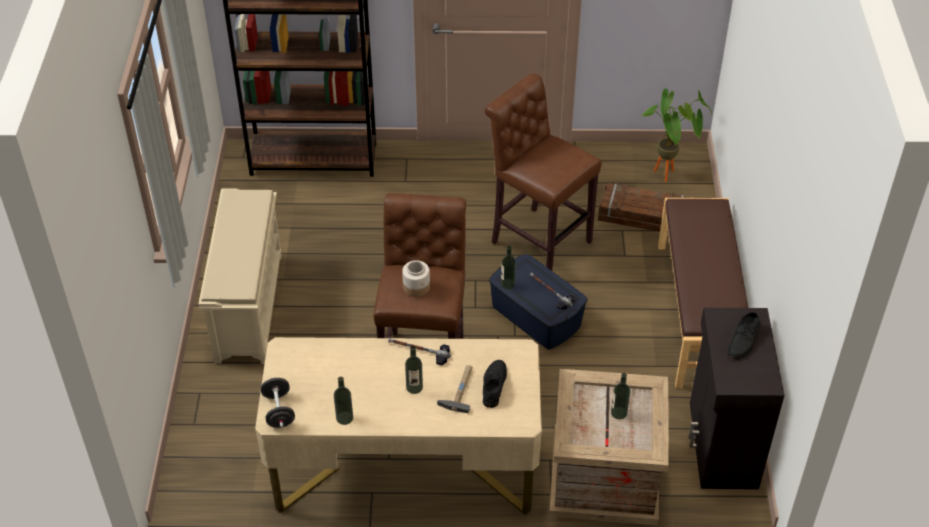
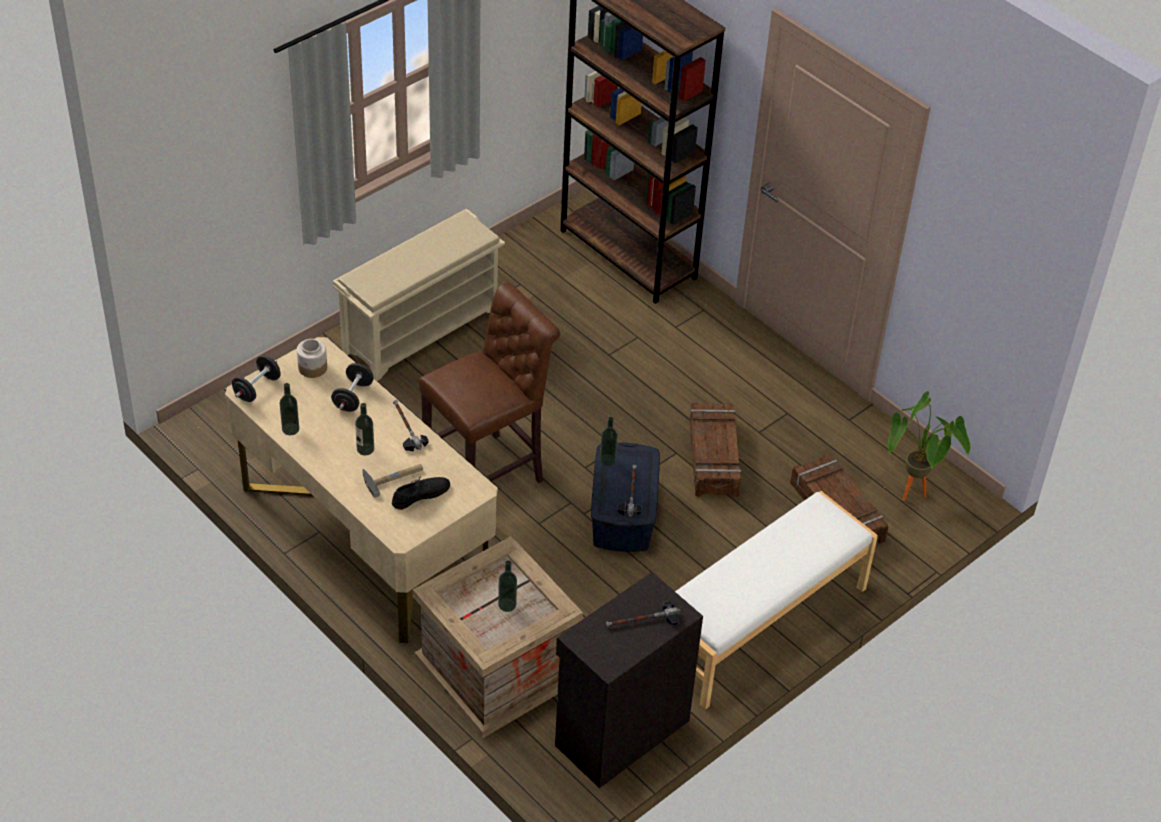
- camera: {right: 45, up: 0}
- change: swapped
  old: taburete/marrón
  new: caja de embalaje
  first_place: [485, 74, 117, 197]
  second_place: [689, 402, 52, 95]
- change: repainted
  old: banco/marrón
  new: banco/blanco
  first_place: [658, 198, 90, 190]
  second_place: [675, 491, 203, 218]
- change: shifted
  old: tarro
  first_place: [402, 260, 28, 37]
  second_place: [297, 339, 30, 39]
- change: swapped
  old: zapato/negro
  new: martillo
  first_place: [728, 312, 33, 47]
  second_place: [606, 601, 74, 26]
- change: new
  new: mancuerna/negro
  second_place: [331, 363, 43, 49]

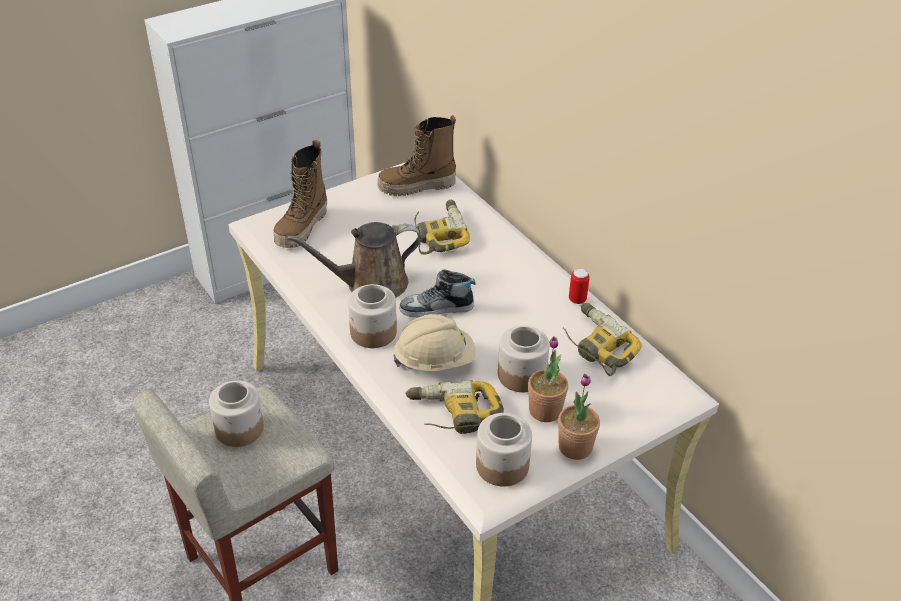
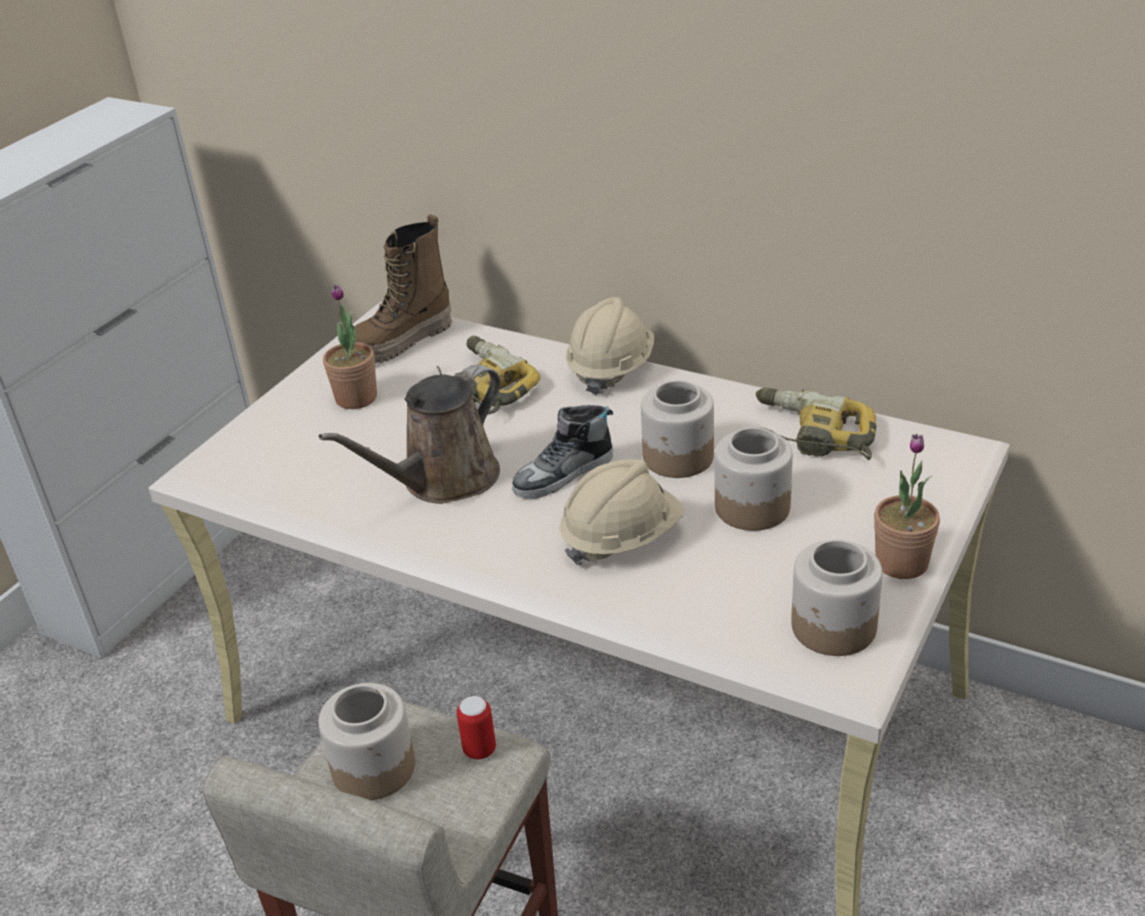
- camera: {right: -25, up: -5}
- change: gone
  old: bota
  first_place: [273, 140, 54, 108]
- change: shifted
  old: lata
  first_place: [569, 269, 21, 35]
  second_place: [457, 696, 39, 64]
- change: shifted
  old: tarro
  first_place: [348, 284, 49, 64]
  second_place: [641, 380, 73, 98]
- change: shifted
  old: planta en maceta
  first_place: [528, 336, 40, 86]
  second_place: [323, 285, 54, 124]
- change: gone
  old: taladro
  first_place: [405, 380, 99, 54]
- change: new
  new: casco/beis
  second_place: [566, 297, 88, 98]

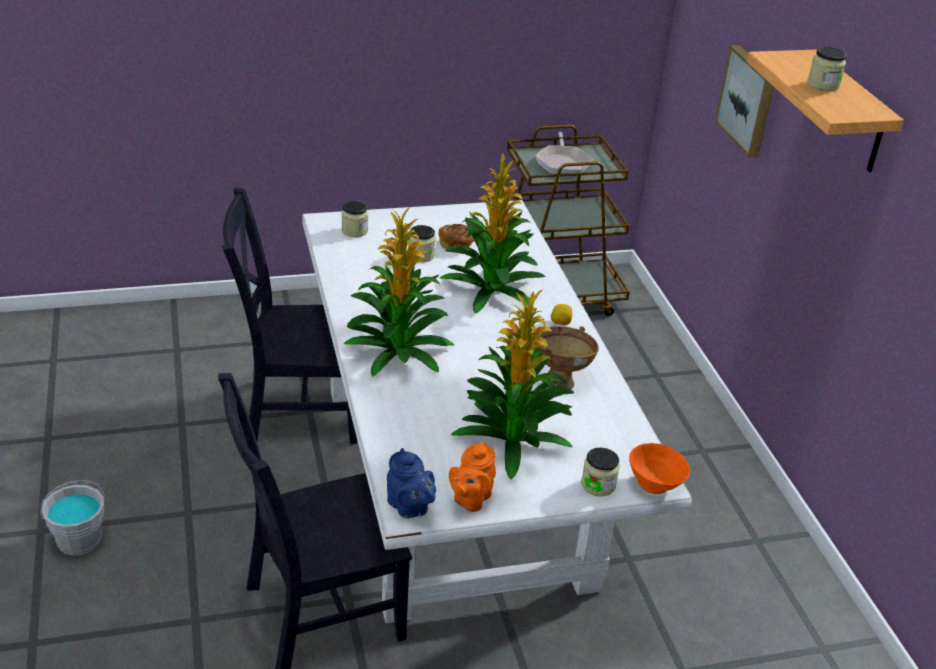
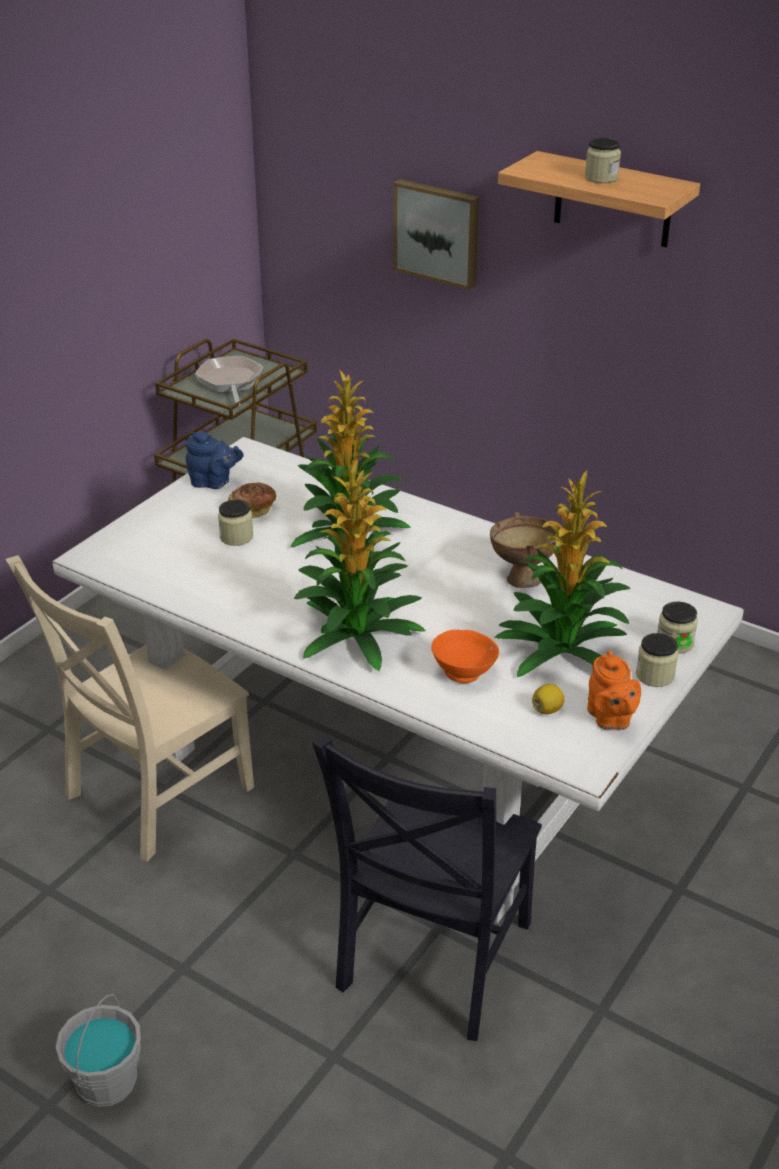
- camera: {right: -40, up: 0}
- change: rotated
  old: sartén
  first_place: [536, 132, 57, 42]
  second_place: [195, 356, 68, 50]
  degrees: -150
- change: repainted
  old: silla/negro
  new: silla/beis
  first_place: [222, 187, 135, 257]
  second_place: [5, 555, 249, 307]
- change: shifted
  old: tarro
  first_place: [342, 201, 26, 36]
  second_place: [636, 633, 42, 54]
- change: shifted
  old: limón
  first_place: [551, 304, 21, 21]
  second_place: [532, 684, 33, 30]
- change: shifted
  old: cuenco/naranja
  first_place: [629, 443, 61, 51]
  second_place: [431, 630, 68, 53]
- change: shifted
  old: tetera/azul
  first_place: [387, 448, 49, 71]
  second_place: [186, 432, 58, 57]

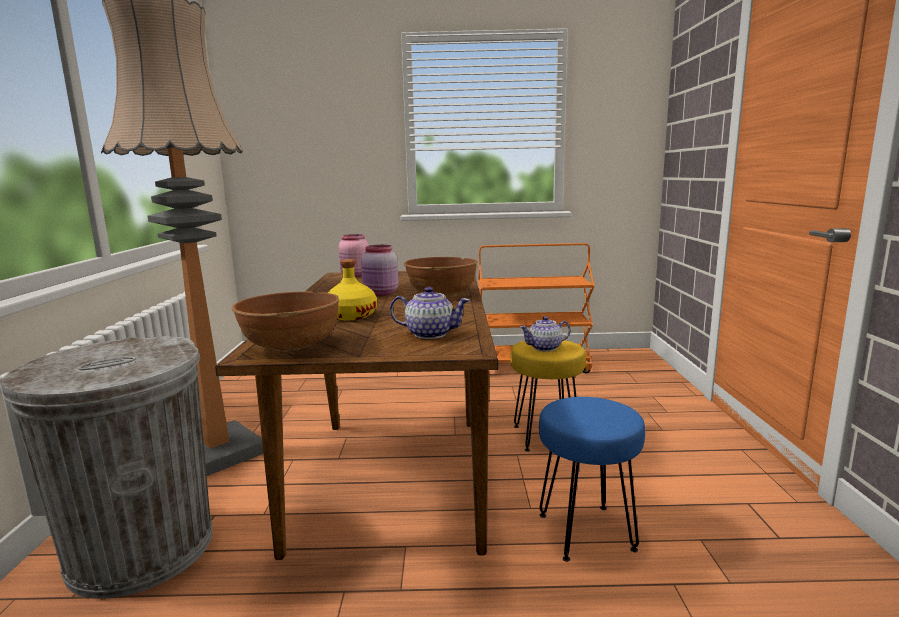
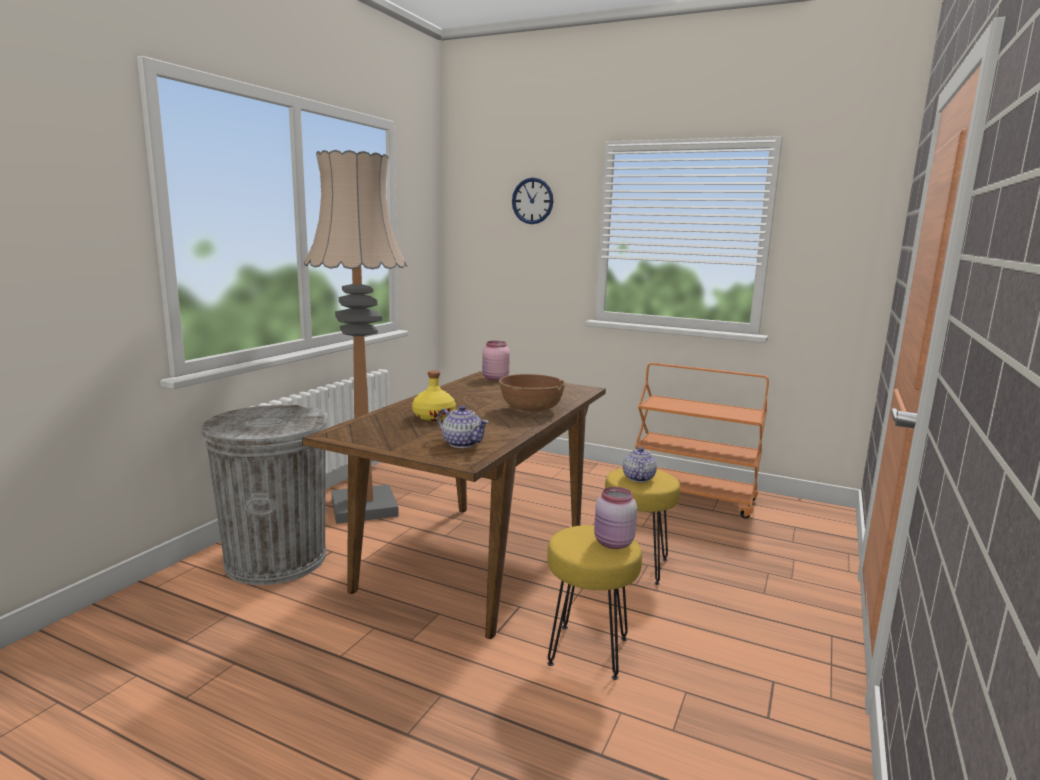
- camera: {right: 25, up: 0}
- change: shifted
  old: tarro/rosa
  first_place: [361, 245, 37, 51]
  second_place: [594, 487, 43, 62]
- change: gone
  old: cuenco/marrón
  first_place: [232, 291, 107, 63]
- change: rotated
  old: tetera
  first_place: [520, 316, 51, 36]
  second_place: [623, 447, 34, 35]
  degrees: 90
- change: repainted
  old: taburete/azul
  new: taburete/amarillo
  first_place: [539, 397, 106, 165]
  second_place: [547, 525, 95, 155]
- change: new
  new: reloj de pared
  second_place: [512, 178, 42, 46]

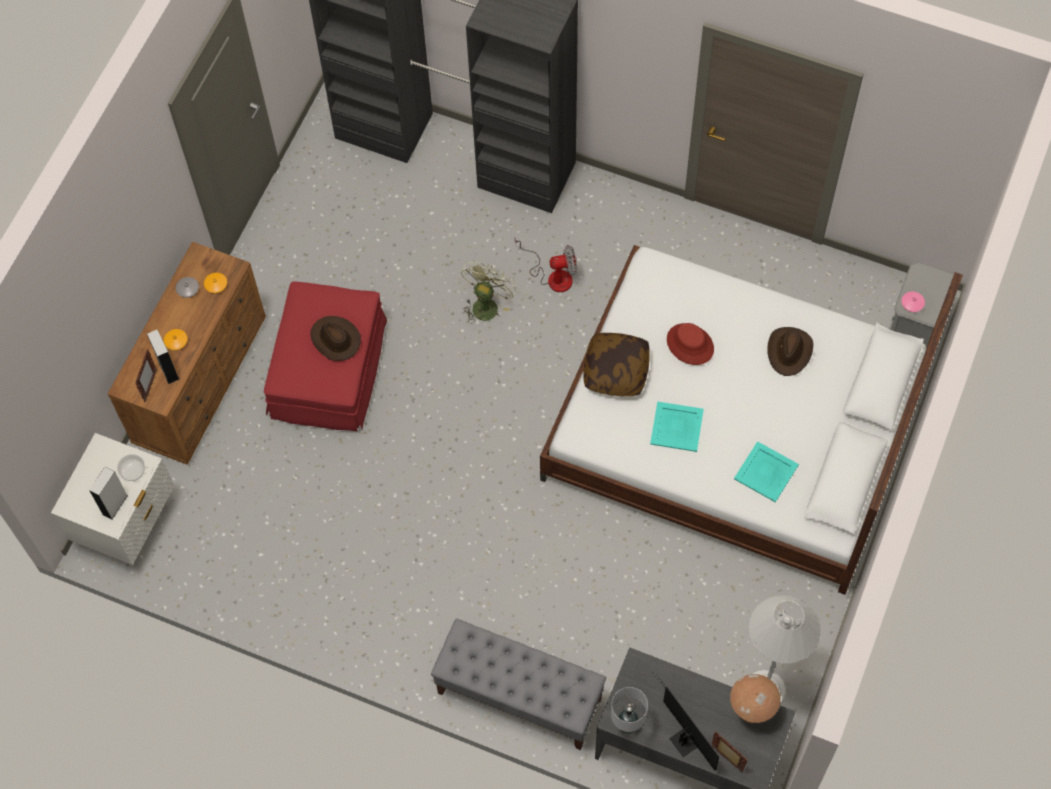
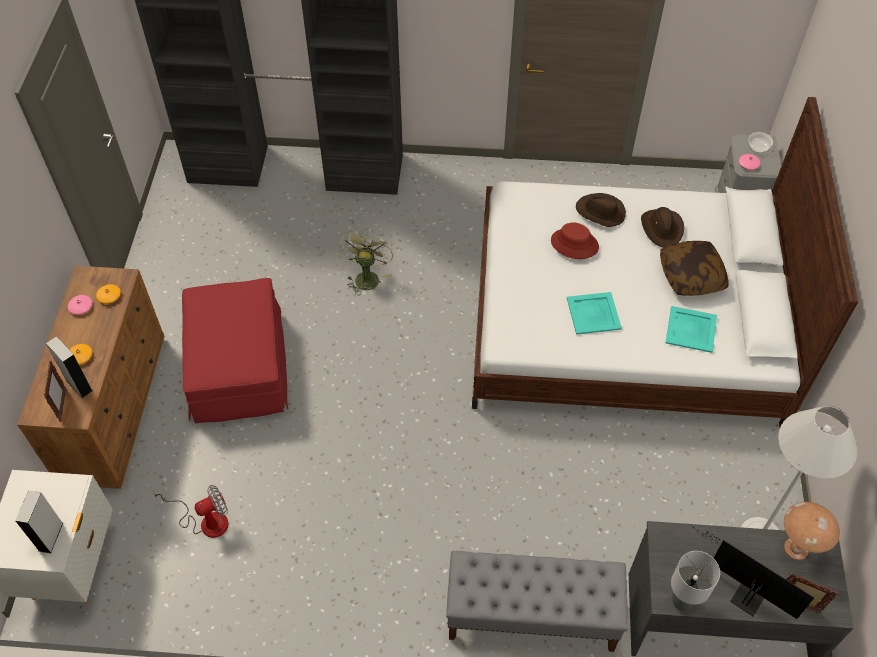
- camera: {right: -20, up: -10}
- change: shifted
  old: ventilador
  first_place: [515, 238, 62, 54]
  second_place: [152, 485, 76, 53]
- change: repainted
  old: florero/gris
  new: florero/rosa
  first_place: [176, 277, 23, 21]
  second_place: [68, 295, 24, 20]
- change: shifted
  old: sombrero/marrón
  first_place: [311, 316, 50, 45]
  second_place: [576, 193, 50, 34]
- change: shifted
  old: cojín
  first_place: [583, 333, 67, 63]
  second_place: [660, 241, 69, 55]
- change: shifted
  old: cuenco
  first_place: [117, 454, 28, 27]
  second_place: [748, 132, 25, 21]

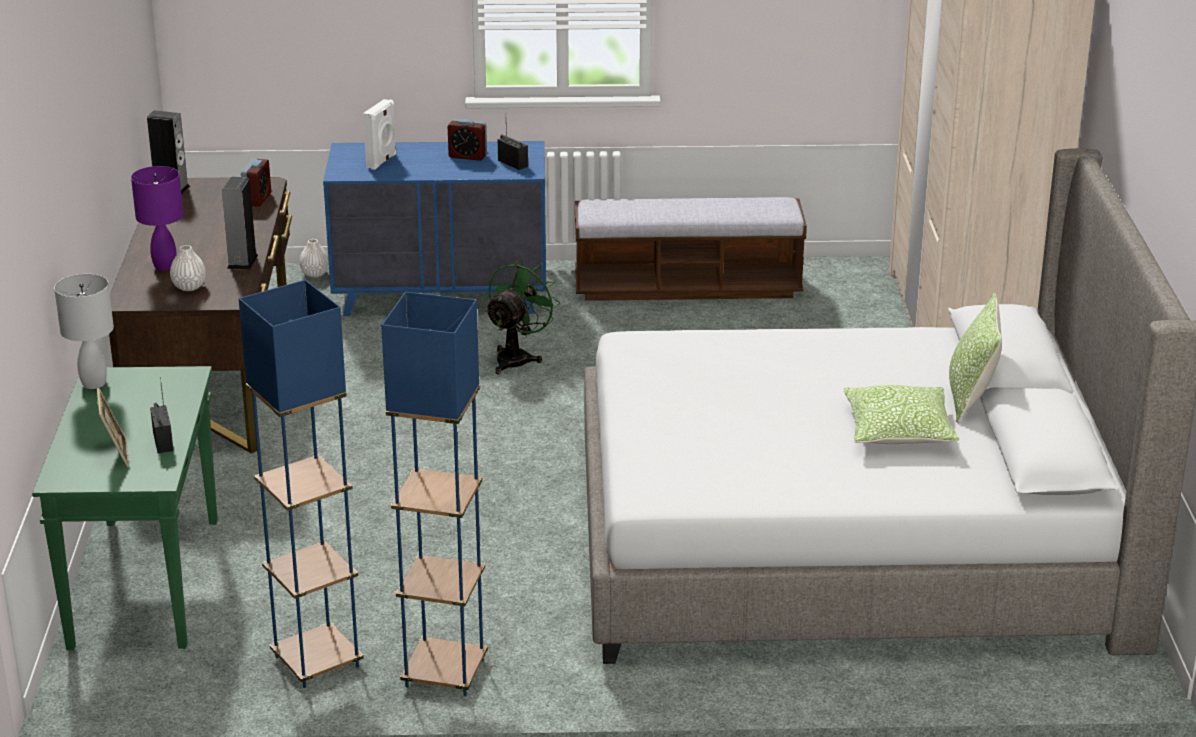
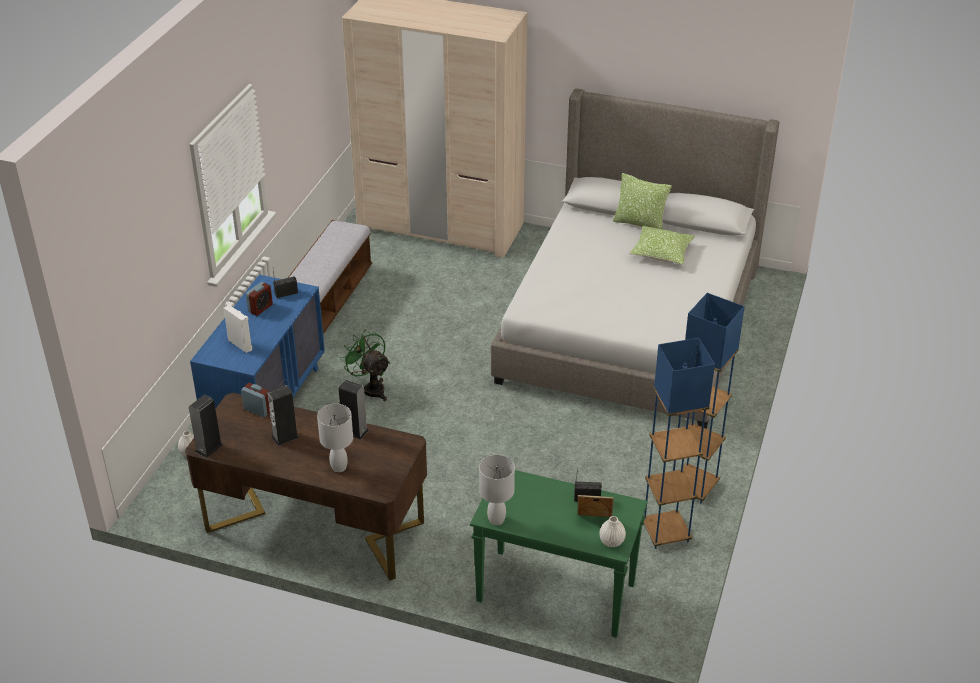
- camera: {right: -70, up: 10}
- change: repainted
  old: lámpara de mesa/morado
  new: lámpara de mesa/blanco
  first_place: [131, 166, 52, 105]
  second_place: [317, 404, 36, 68]
- change: shifted
  old: florero/blanco
  first_place: [170, 245, 36, 46]
  second_place: [599, 516, 27, 31]
- change: new
  new: altavoz
  second_place: [267, 385, 32, 61]

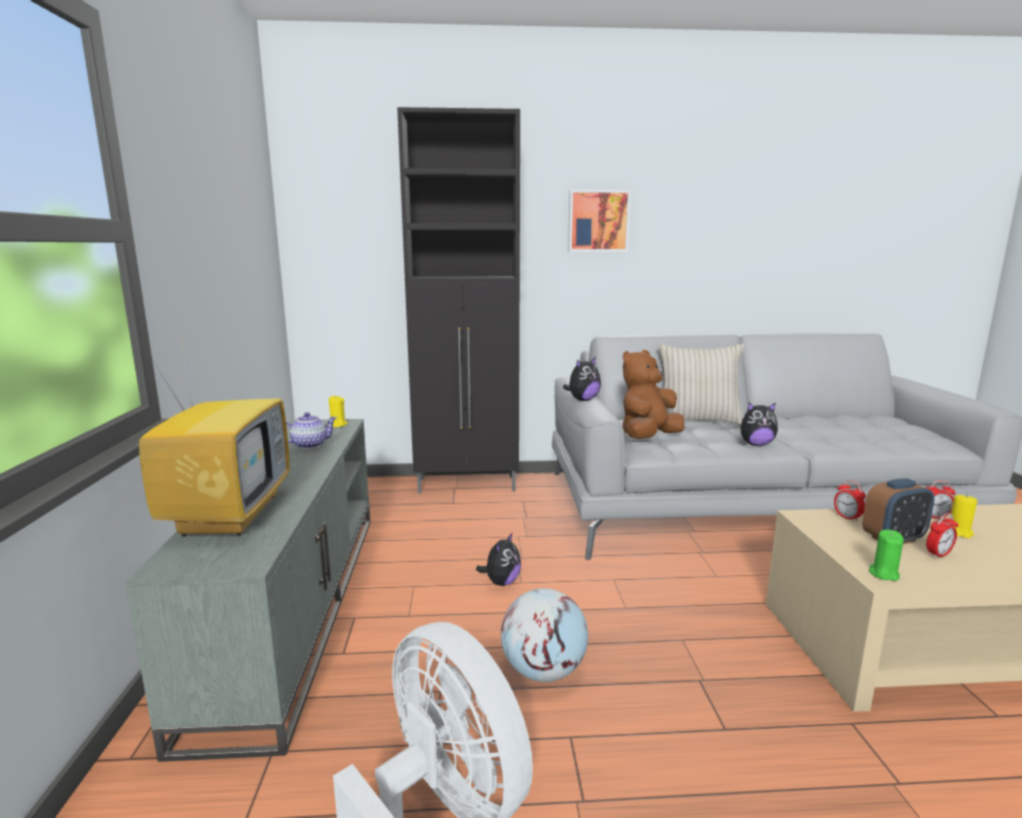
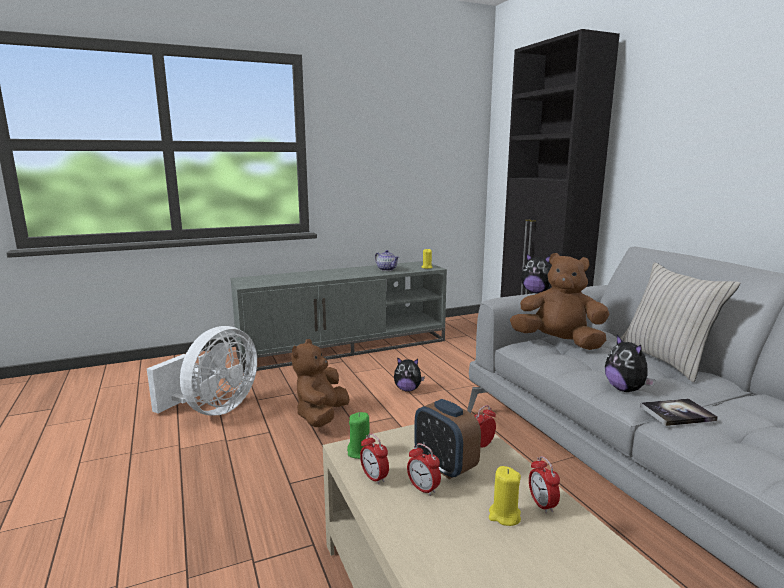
- camera: {right: 70, up: 0}
- change: gone
  old: cuadro
  first_place: [568, 189, 63, 63]
- change: gone
  old: televisor
  first_place: [139, 332, 151, 205]
- change: swapped
  old: globo terráqueo
  new: peluche/marrón
  first_place: [501, 588, 87, 94]
  second_place: [291, 339, 59, 88]
- change: new
  new: libro
  second_place: [640, 399, 78, 27]
- change: new
  new: despertador
  second_place: [360, 433, 29, 52]

